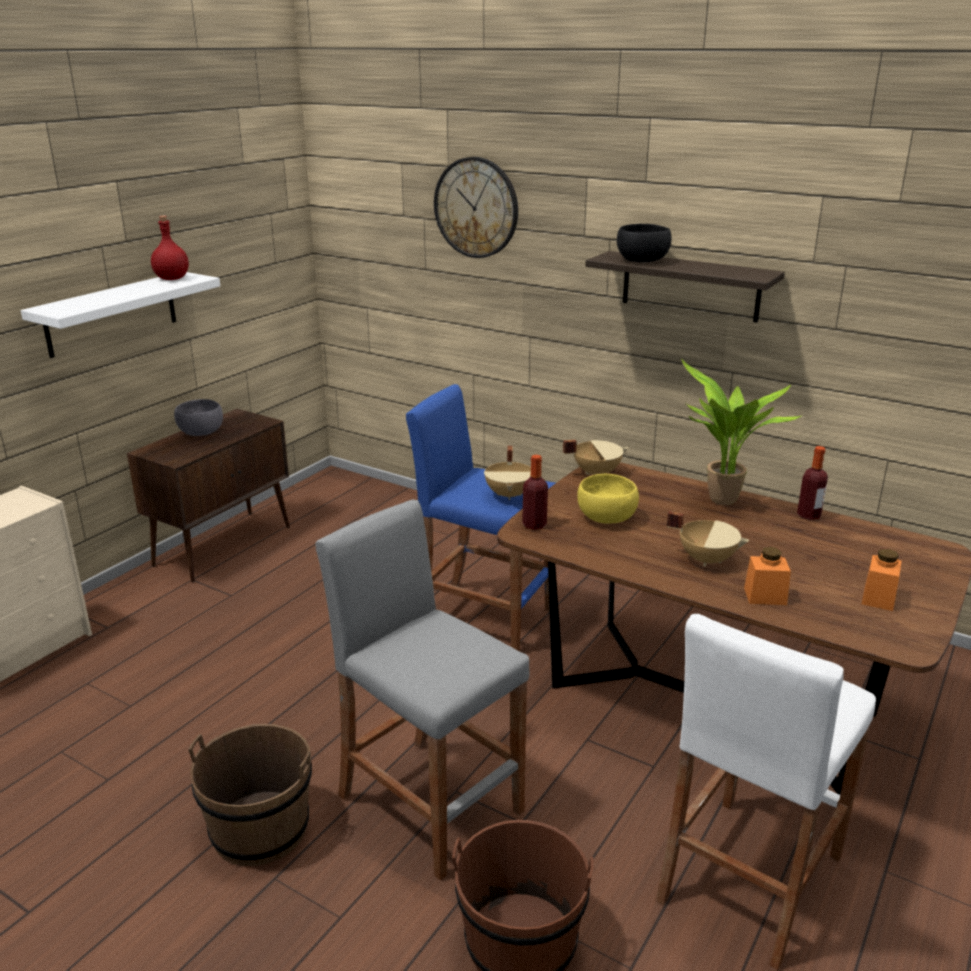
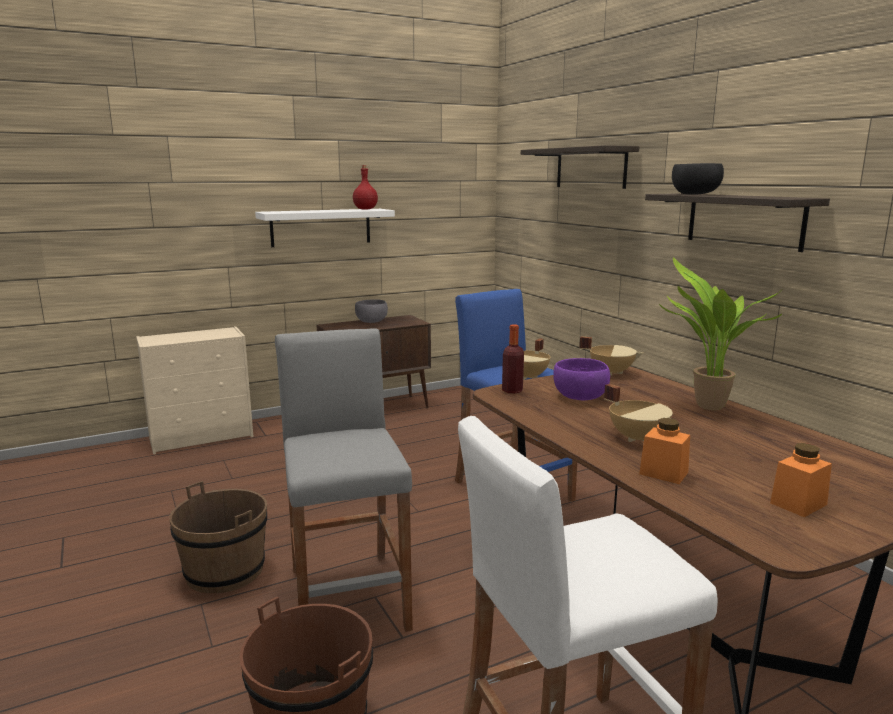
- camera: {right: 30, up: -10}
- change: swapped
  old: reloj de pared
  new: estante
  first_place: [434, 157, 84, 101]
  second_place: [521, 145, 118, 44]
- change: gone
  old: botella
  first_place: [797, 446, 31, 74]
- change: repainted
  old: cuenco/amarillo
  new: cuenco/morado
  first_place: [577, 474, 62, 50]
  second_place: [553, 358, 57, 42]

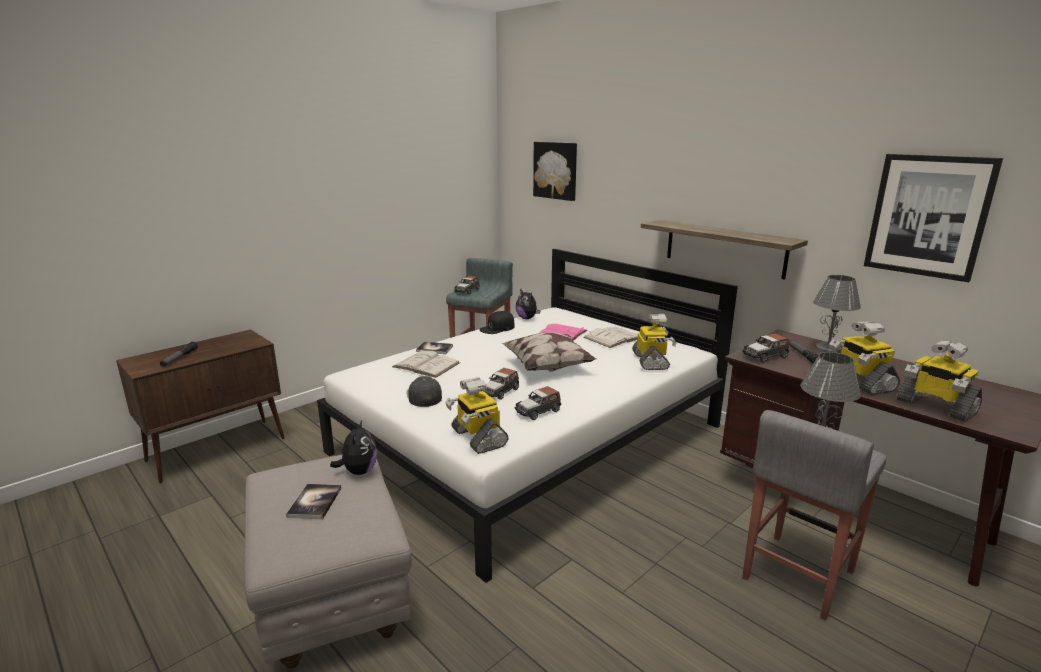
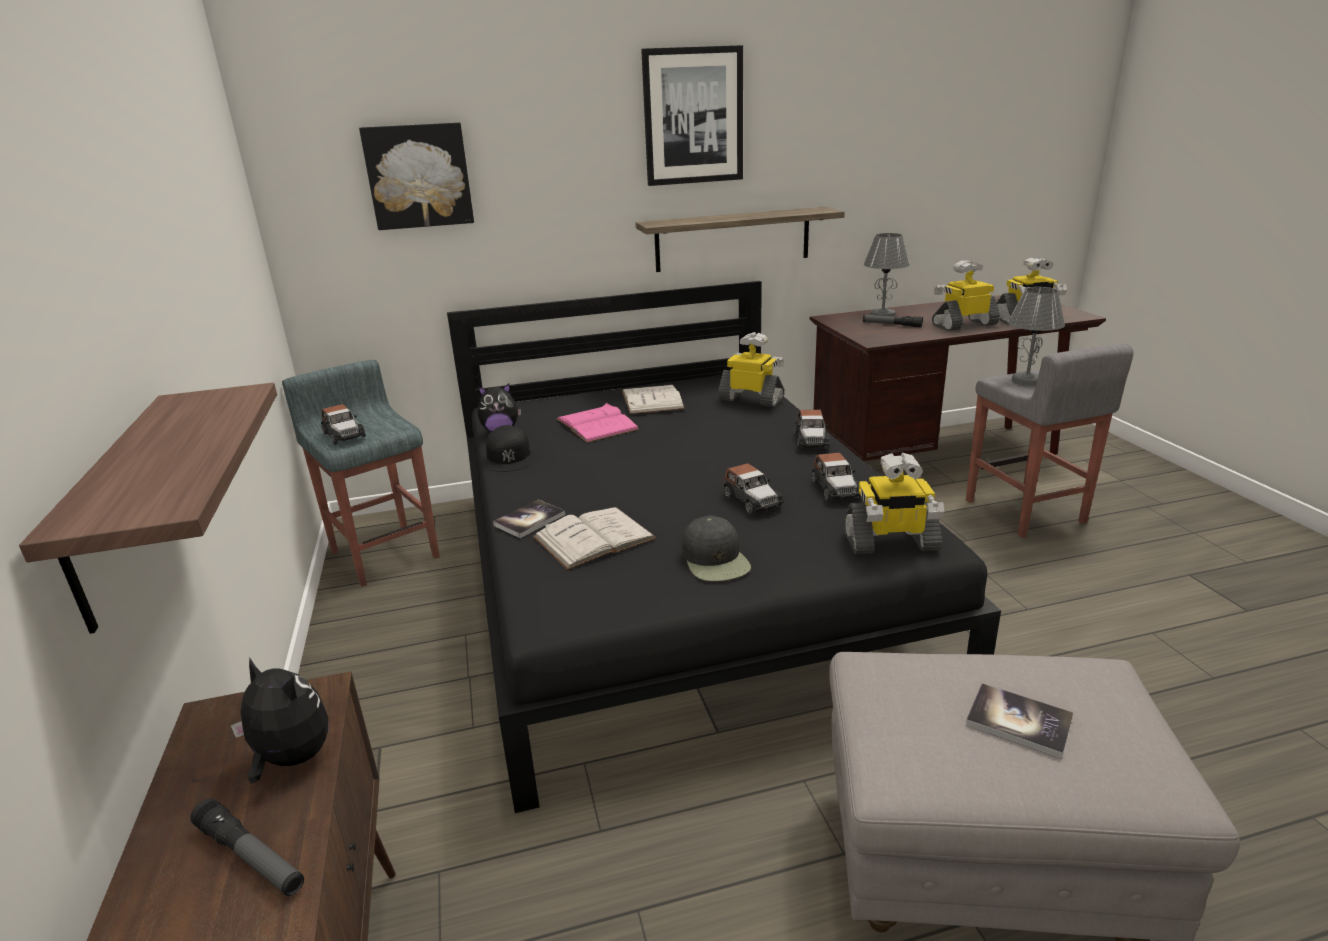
- camera: {right: -60, up: 5}
- change: shifted
  old: cuadro
  first_place: [864, 154, 139, 128]
  second_place: [641, 45, 102, 141]
- change: repainted
  old: cama/blanco
  new: cama/negro
  first_place: [317, 249, 421, 334]
  second_place: [447, 281, 554, 532]
- change: rotated
  old: robot de juguete
  first_place: [829, 321, 71, 74]
  second_place: [932, 260, 68, 71]
  degrees: 150
- change: gone
  old: cojín
  first_place: [502, 332, 94, 39]
- change: shifted
  old: coche de juguete
  first_place: [742, 333, 47, 30]
  second_place: [794, 410, 36, 39]
- change: rotated
  old: gorra/negro
  first_place: [406, 376, 36, 31]
  second_place: [682, 515, 69, 66]
  degrees: -120
- change: shifted
  old: peluche
  first_place: [330, 420, 47, 55]
  second_place: [231, 658, 98, 126]
- change: new
  new: estante
  second_place: [19, 383, 258, 251]

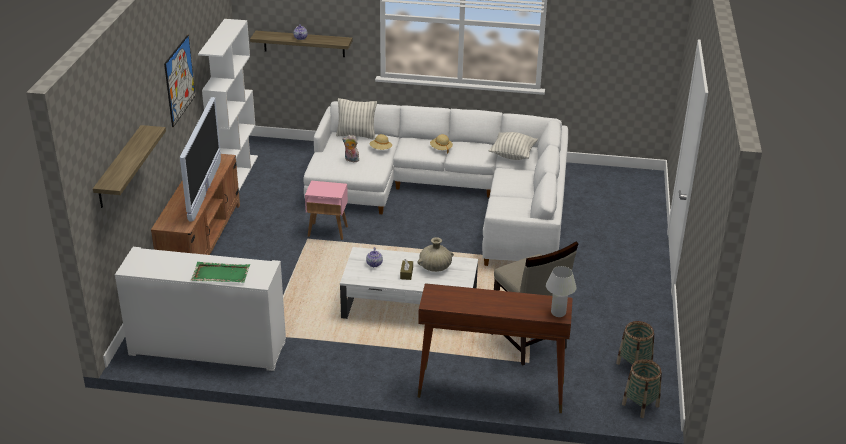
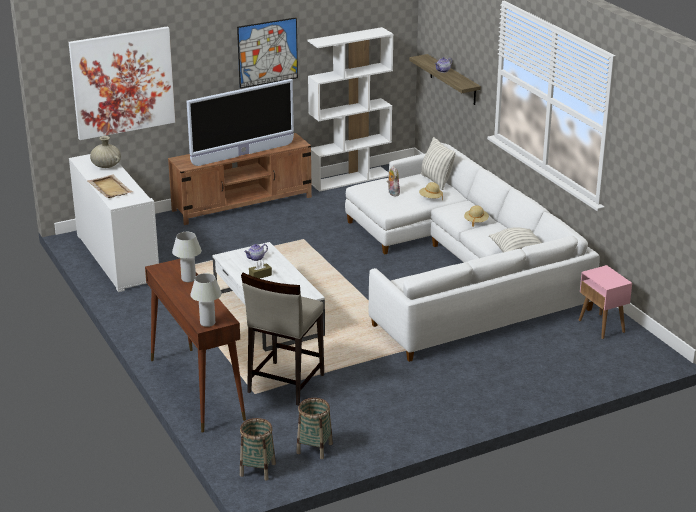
- camera: {right: 55, up: -5}
- change: swapped
  old: estante
  new: cuadro
  first_place: [93, 125, 73, 83]
  second_place: [69, 26, 106, 114]
- change: shifted
  old: mesa auxiliar/rosa
  first_place: [305, 181, 43, 59]
  second_place: [579, 265, 53, 74]
- change: shifted
  old: florero/beis
  first_place: [417, 237, 37, 35]
  second_place: [90, 136, 31, 32]
- change: repainted
  old: bandeja/verde
  new: bandeja/beis
  first_place: [191, 262, 59, 20]
  second_place: [87, 174, 46, 24]
- change: new
  new: lámpara de mesa/blanco
  second_place: [172, 232, 30, 50]

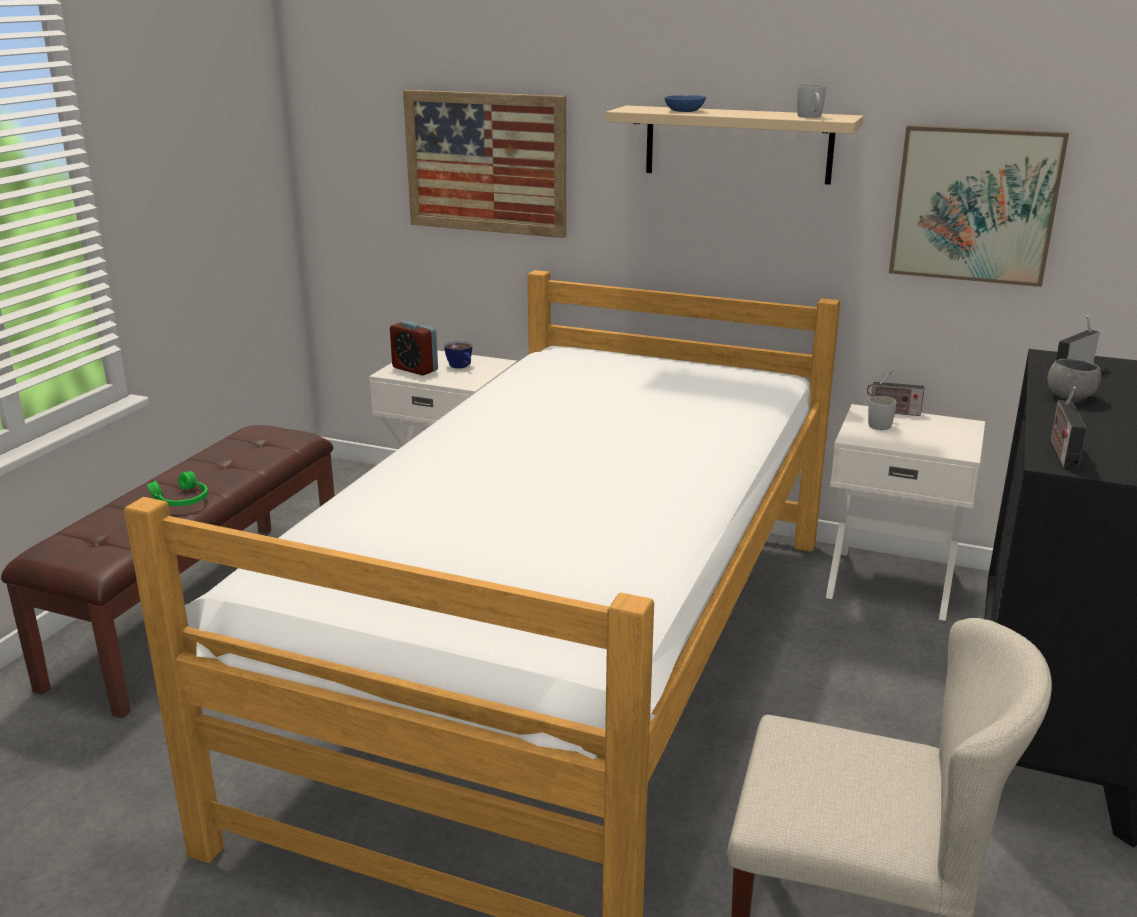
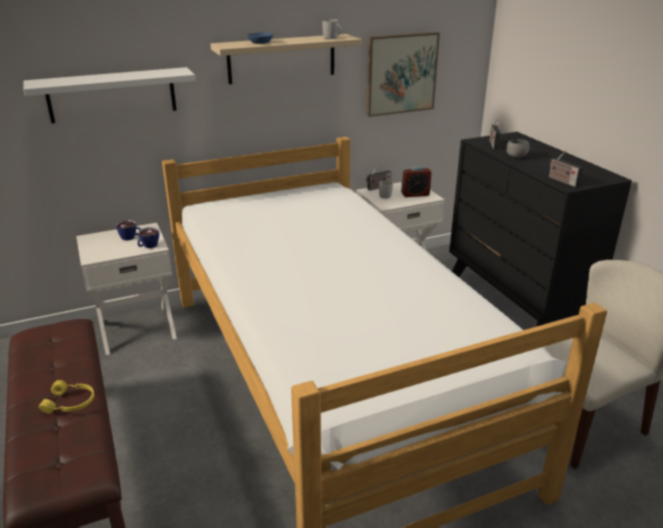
- camera: {right: -45, up: 5}
- change: swapped
  old: cuadro
  new: estante/blanco
  first_place: [403, 90, 163, 148]
  second_place: [23, 67, 173, 56]
- change: shifted
  old: despertador
  first_place: [390, 321, 48, 54]
  second_place: [401, 166, 31, 31]
- change: repainted
  old: auriculares/verde
  new: auriculares/amarillo
  first_place: [147, 471, 61, 35]
  second_place: [39, 380, 55, 34]
- change: new
  new: taza
  second_place: [137, 227, 22, 21]

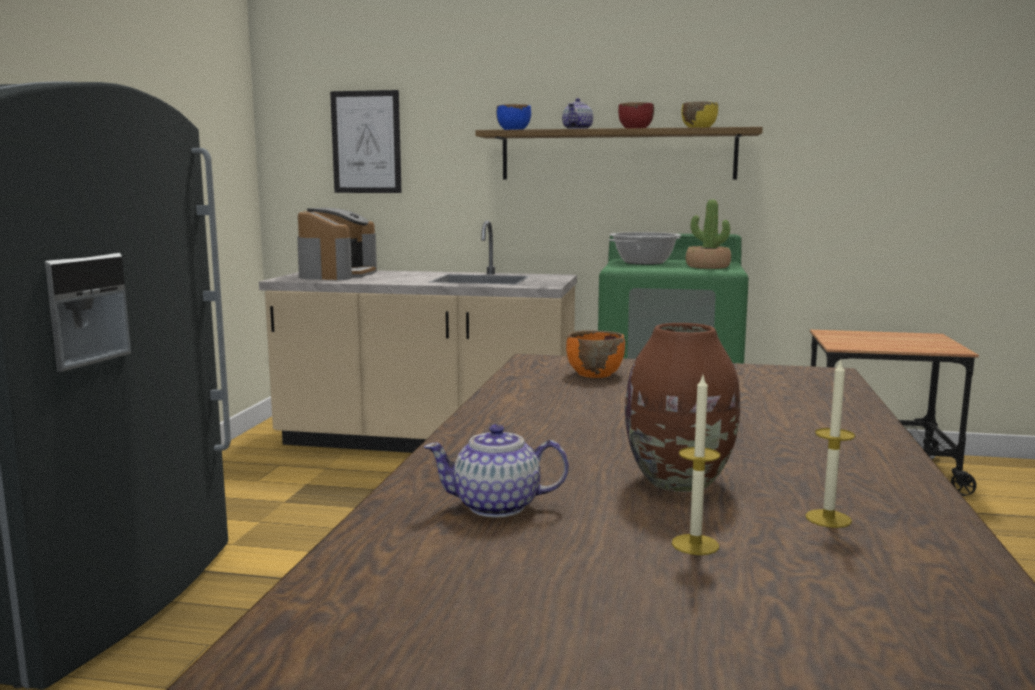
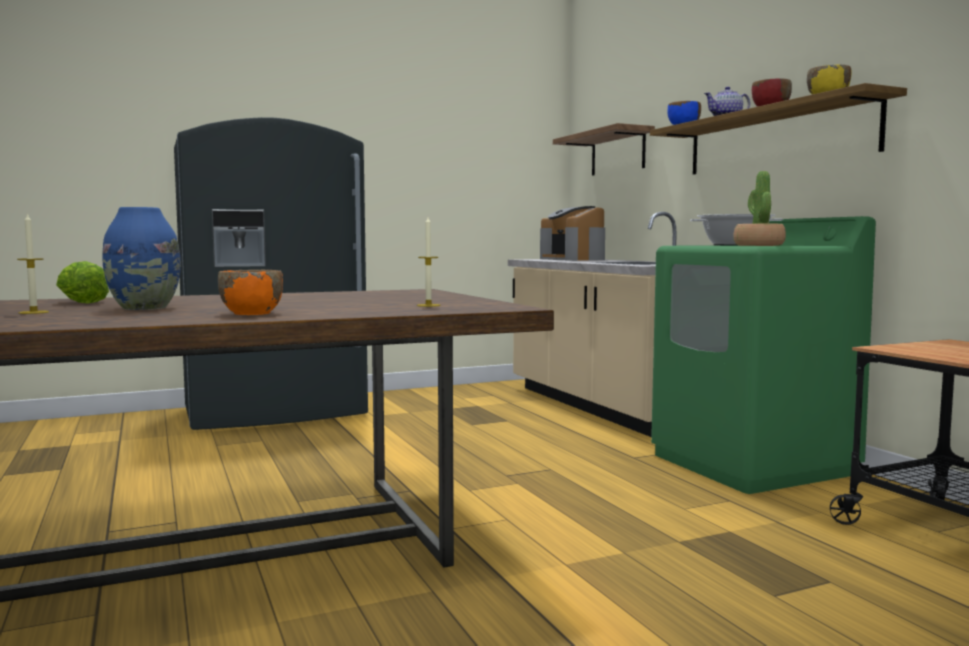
- camera: {right: 55, up: -5}
- change: swapped
  old: cuadro
  new: estante
  first_place: [330, 90, 71, 103]
  second_place: [553, 123, 102, 53]
- change: rotated
  old: cafetera
  first_place: [297, 208, 80, 72]
  second_place: [540, 206, 65, 55]
  degrees: 90
- change: repainted
  old: florero/marrón
  new: florero/azul
  first_place: [625, 323, 115, 169]
  second_place: [102, 207, 79, 103]
- change: shifted
  old: cuenco/naranja
  first_place: [566, 330, 59, 48]
  second_place: [218, 270, 65, 45]
- change: shifted
  old: vela
  first_place: [805, 359, 50, 169]
  second_place: [417, 217, 23, 90]
- change: swapped
  old: tetera
  new: lechuga
  first_place: [424, 424, 145, 94]
  second_place: [56, 261, 53, 43]

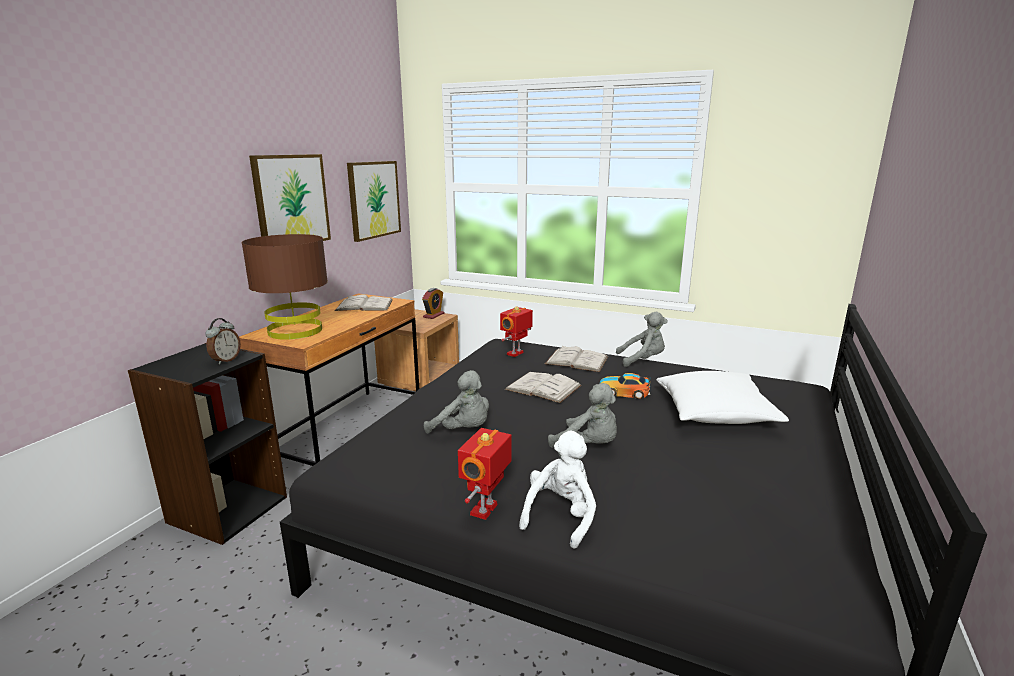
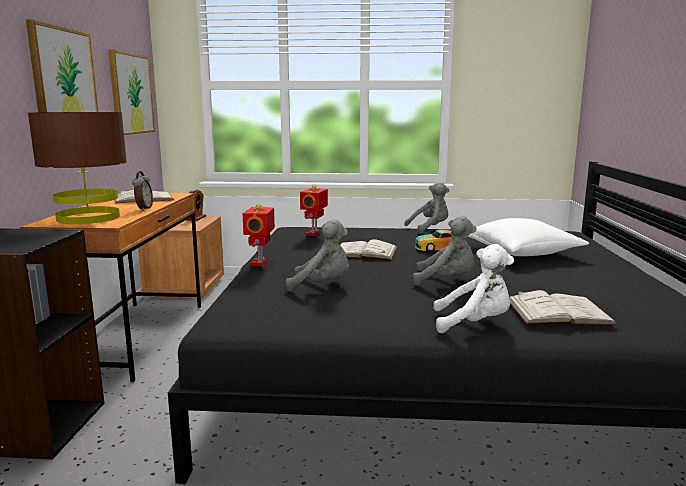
- camera: {right: -20, up: -5}
- change: shifted
  old: despertador
  first_place: [205, 318, 36, 47]
  second_place: [132, 171, 21, 40]
- change: shifted
  old: libro/blanco
  first_place: [545, 346, 63, 26]
  second_place: [509, 290, 108, 35]
- change: shifted
  old: robot de juguete
  first_place: [458, 428, 54, 92]
  second_place: [243, 204, 32, 62]
- change: rotated
  old: peluche/blanco
  first_place: [519, 431, 77, 118]
  second_place: [433, 244, 81, 89]
  degrees: 90

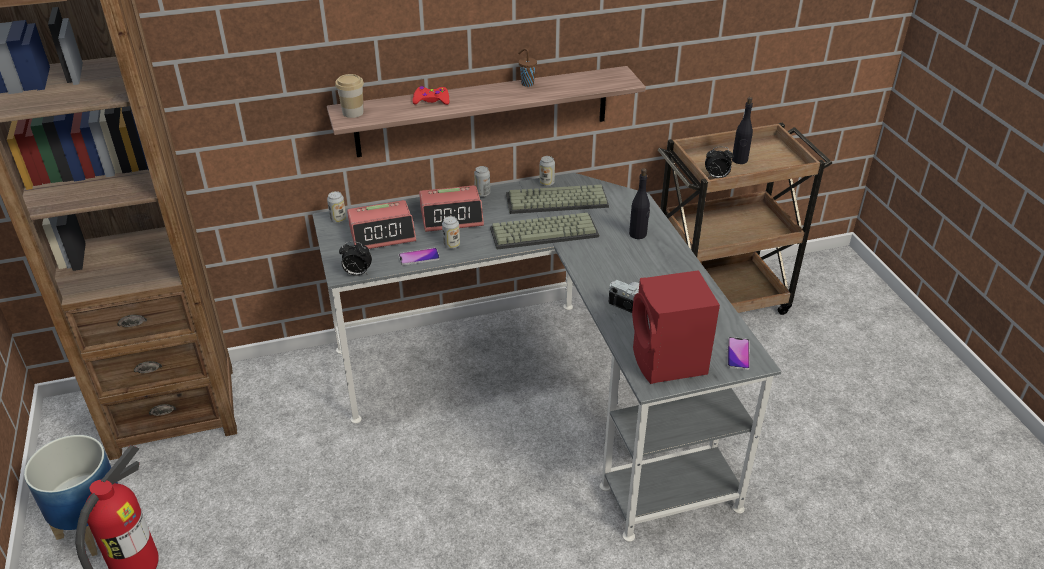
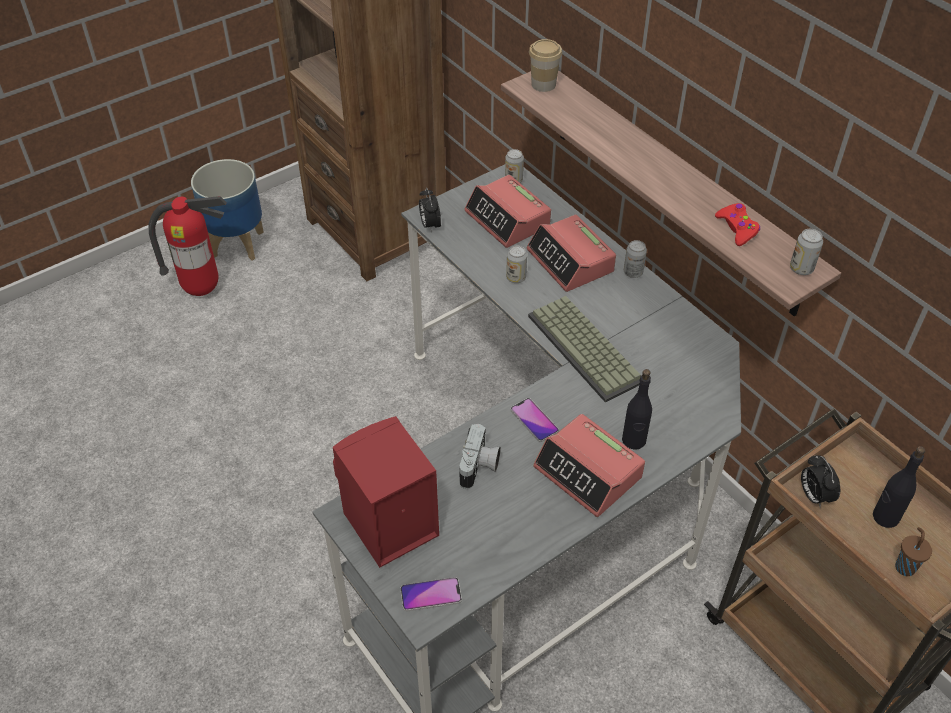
- camera: {right: 70, up: 10}
- change: shifted
  old: taza/marrón
  first_place: [518, 48, 19, 39]
  second_place: [895, 527, 37, 49]
- change: shifted
  old: mando de consola/rojo
  first_place: [412, 86, 37, 19]
  second_place: [715, 203, 45, 43]
- change: shifted
  old: lata
  first_place: [539, 156, 16, 30]
  second_place: [790, 229, 33, 46]
- change: gone
  old: teclado
  first_place: [506, 185, 103, 29]
- change: shifted
  old: móvil
  first_place: [399, 248, 41, 17]
  second_place: [511, 398, 48, 44]
- change: new
  new: despertador
  second_place: [533, 414, 112, 103]

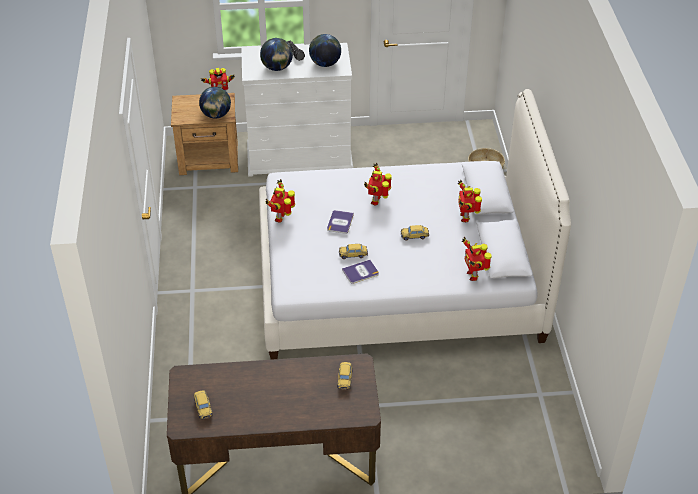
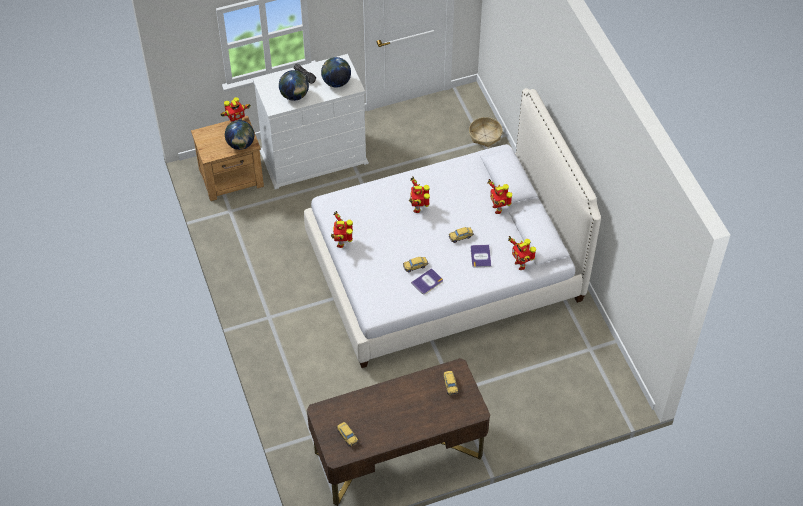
- camera: {right: -15, up: 10}
- change: shifted
  old: libro
  first_place: [327, 210, 27, 24]
  second_place: [471, 245, 21, 23]

